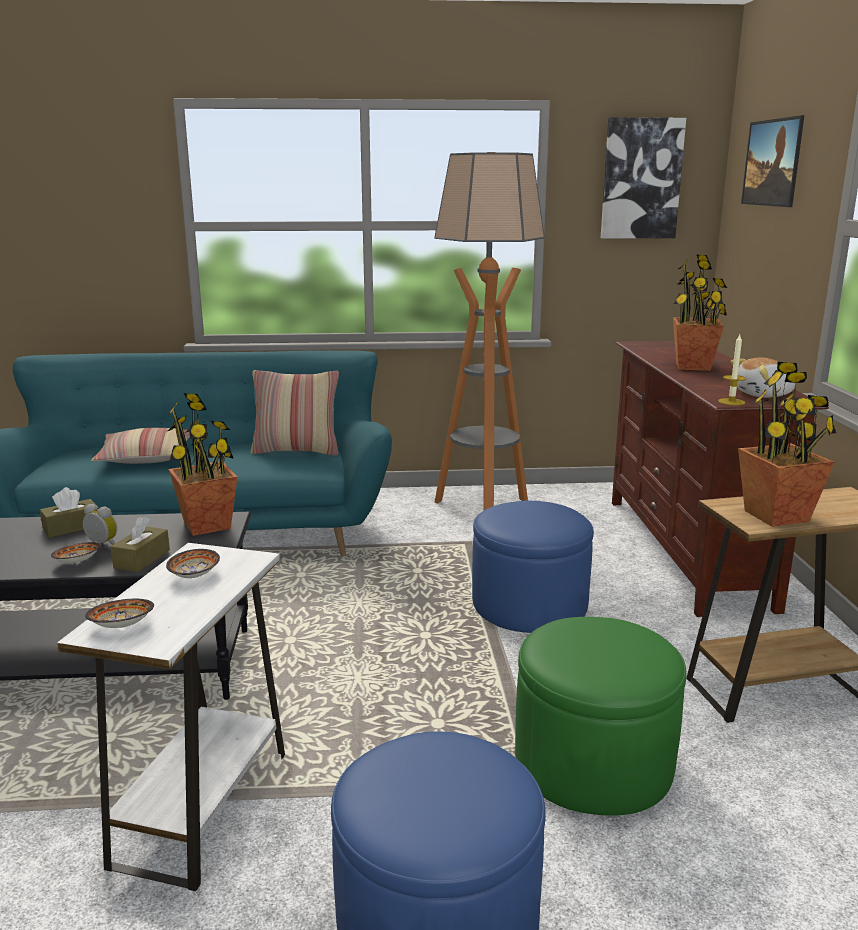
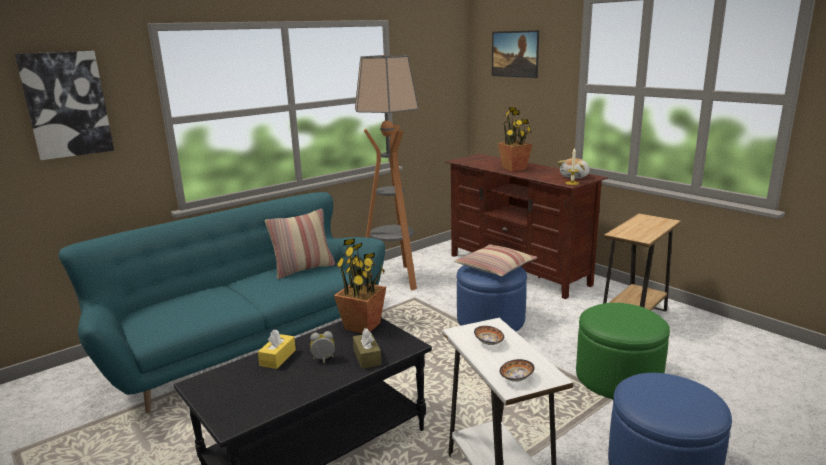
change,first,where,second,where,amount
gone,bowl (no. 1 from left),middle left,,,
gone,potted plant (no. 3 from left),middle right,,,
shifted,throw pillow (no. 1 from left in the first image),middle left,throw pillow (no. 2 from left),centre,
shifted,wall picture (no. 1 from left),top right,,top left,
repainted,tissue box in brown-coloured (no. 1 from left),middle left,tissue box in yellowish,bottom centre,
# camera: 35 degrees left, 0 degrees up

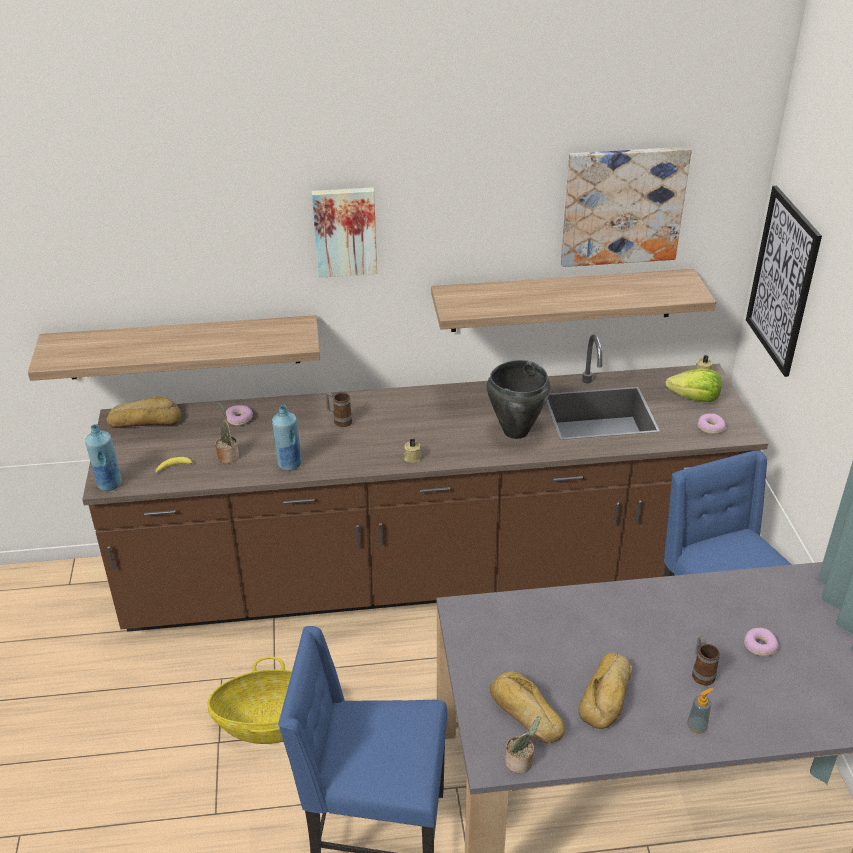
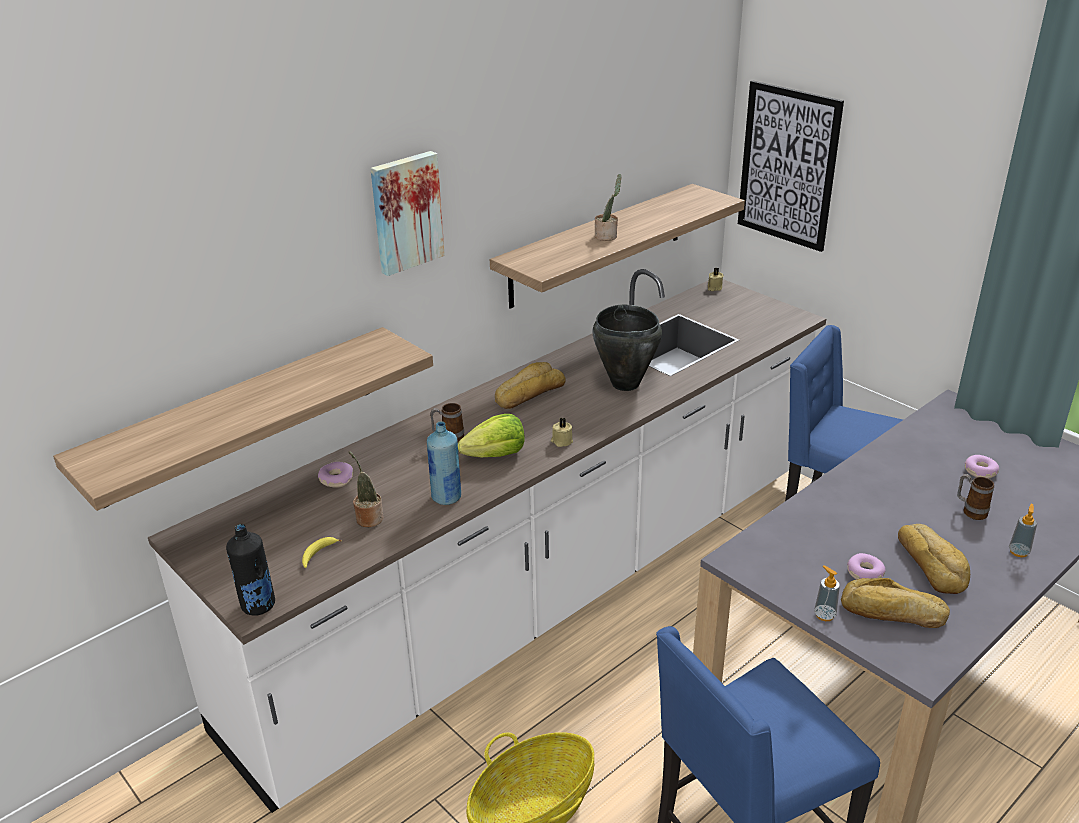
change,first,where,second,where,amount
gone,wall picture (no. 2 from left),top right,,,
new,,,soap bottle (no. 1 from left),bottom right,
shifted,bakery bread (no. 1 from left),middle left,,centre,
shifted,potted plant (no. 2 from left),bottom centre,,top centre,
shifted,lettuce,middle right,,centre,
shifted,doughnut (no. 2 from left),middle right,,bottom right,
repainted,counter in brown-coloured,centre,counter in whitish,centre,
repainted,bottle in bluish (no. 1 from left),middle left,bottle in black-coloured,bottom left,
# camera: 35 degrees left, 5 degrees down

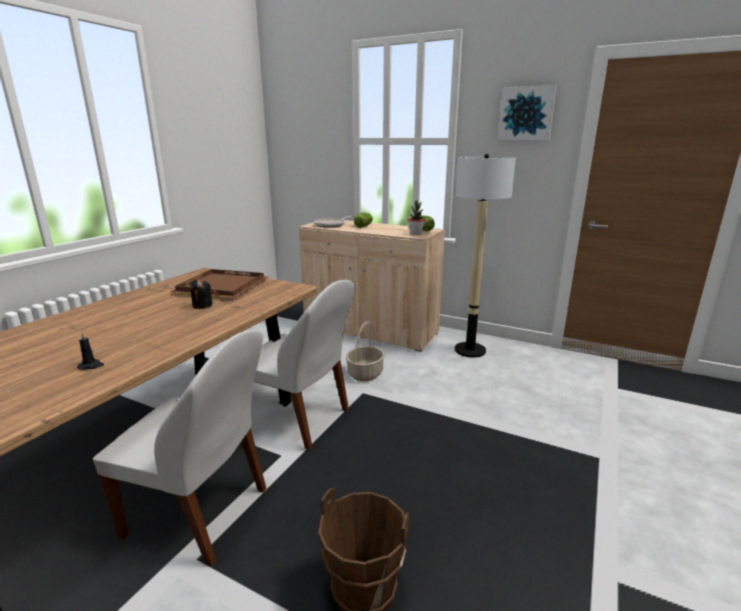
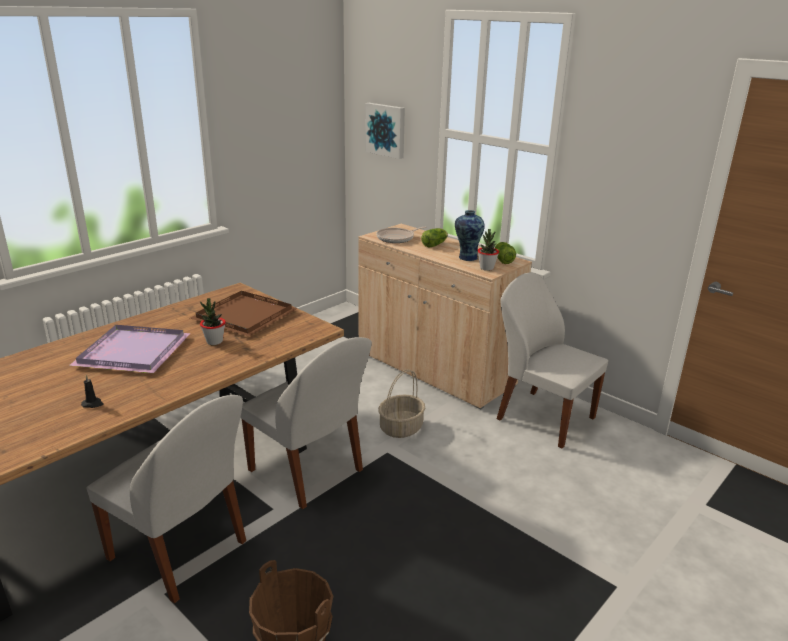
change,first,where,second,where,amount
new,,,tray in purplish,middle left,
new,,,decorative vase,centre,
shifted,wall picture,top right,,top centre,
swapped,wax light in black-coloured (no. 2 from left),middle left,potted plant (no. 1 from left),middle left,
swapped,standard lamp,centre,chair in whitish (no. 3 from left),middle right,
# camera: 15 degrees right, 5 degrees up

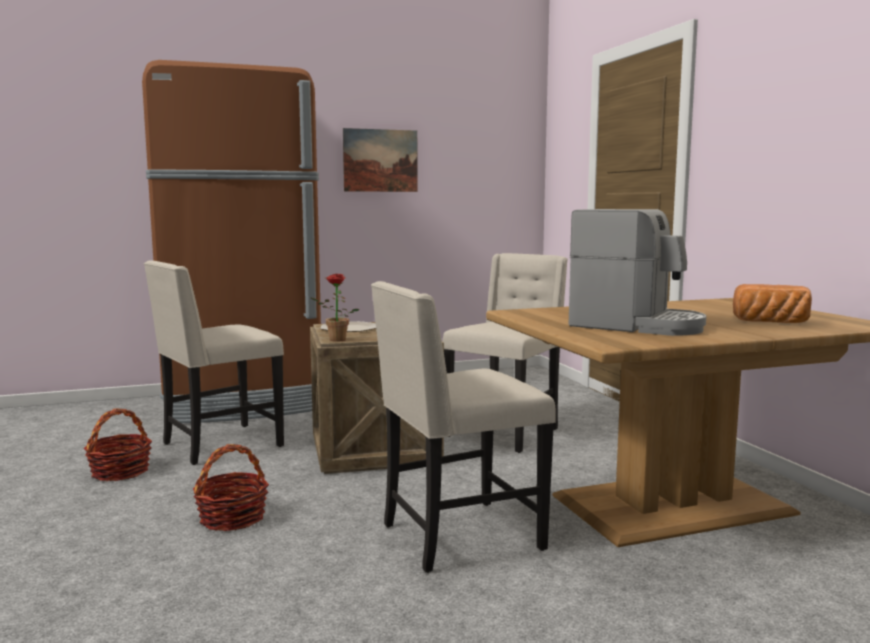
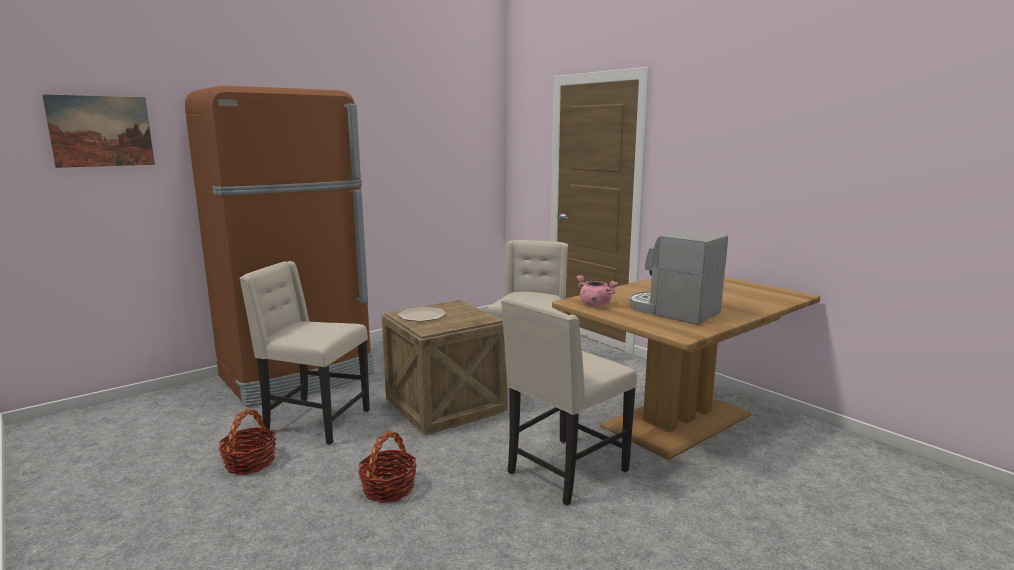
change,first,where,second,where,amount
gone,potted plant,centre,,,
gone,bakery bread,middle right,,,
new,,,saucepot in pink-coloured,centre,
shifted,wall picture,top centre,,top left,
rotated,chair in beige (no. 1 from left),middle left,,middle left,75 degrees clockwise
rotated,coffee maker,middle right,,middle right,150 degrees counterclockwise
# camera: 20 degrees left, 5 degrees up

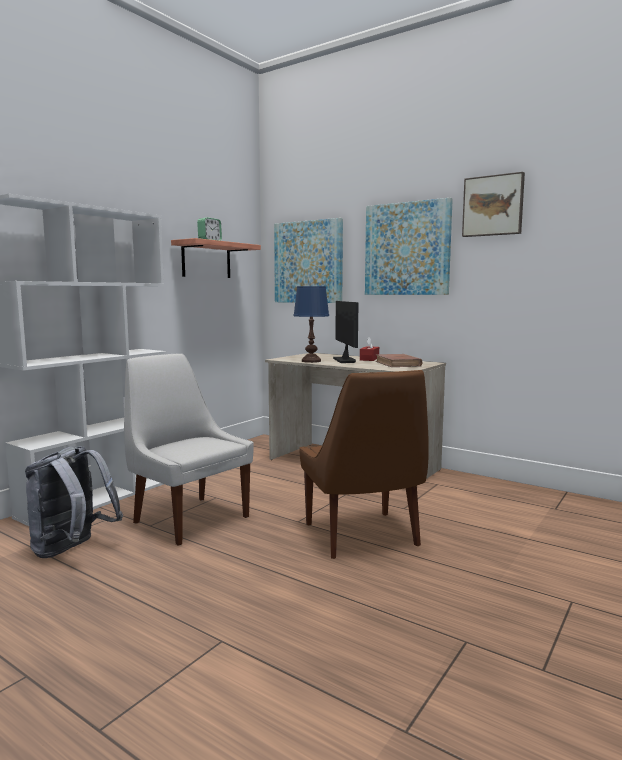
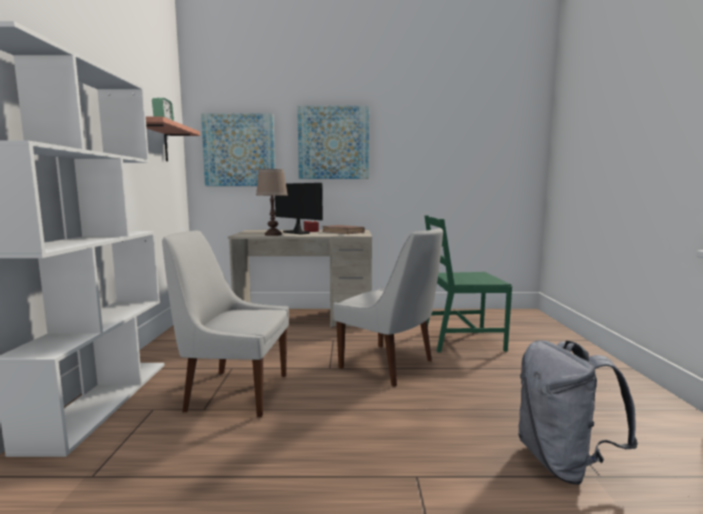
change,first,where,second,where,amount
gone,wall picture (no. 3 from left),top right,,,
new,,,chair in green-coloured,centre,
shifted,rucksack in grey,middle left,,bottom right,
repainted,lamp for a table in bluish,centre,lamp for a table in brown-coloured,centre,
repainted,chair in brown-coloured,centre,chair in whitish (no. 2 from left),centre,
# camera: 35 degrees left, 0 degrees up

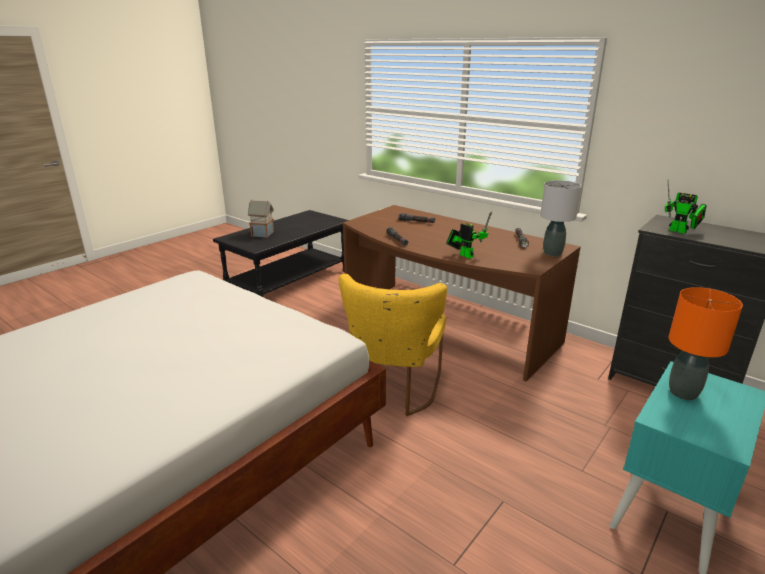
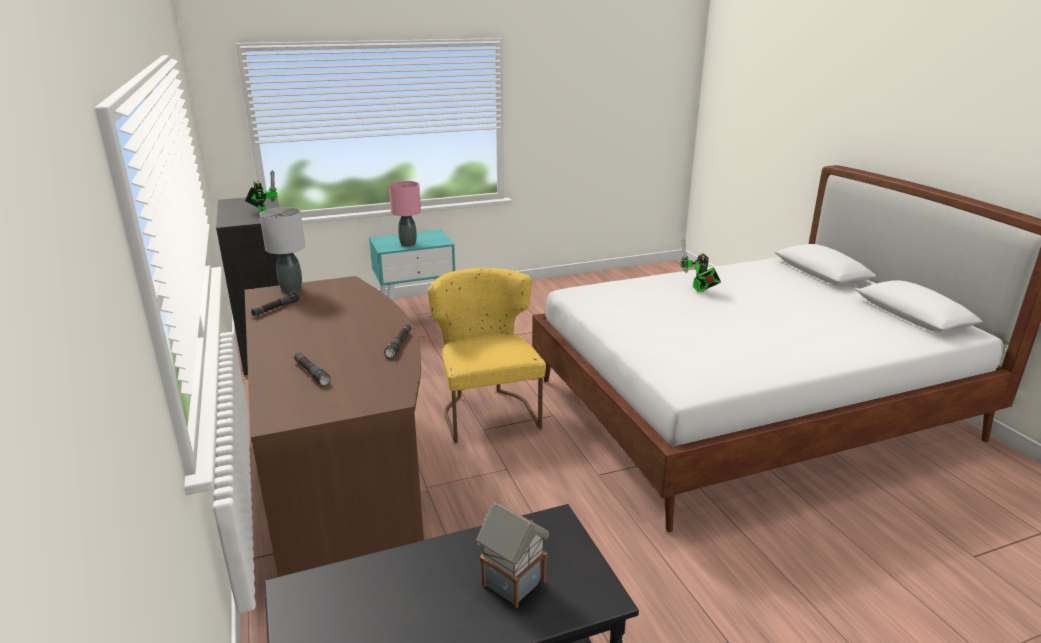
change,first,where,second,where,amount
shifted,toy robot (no. 1 from left in the first image),centre,toy robot (no. 2 from left),middle right,
repainted,lamp for a table in orange,middle right,lamp for a table in pink-coloured,top centre,
rotated,chair in yellowish,centre,,centre,60 degrees counterclockwise
# camera: 150 degrees left, 0 degrees up

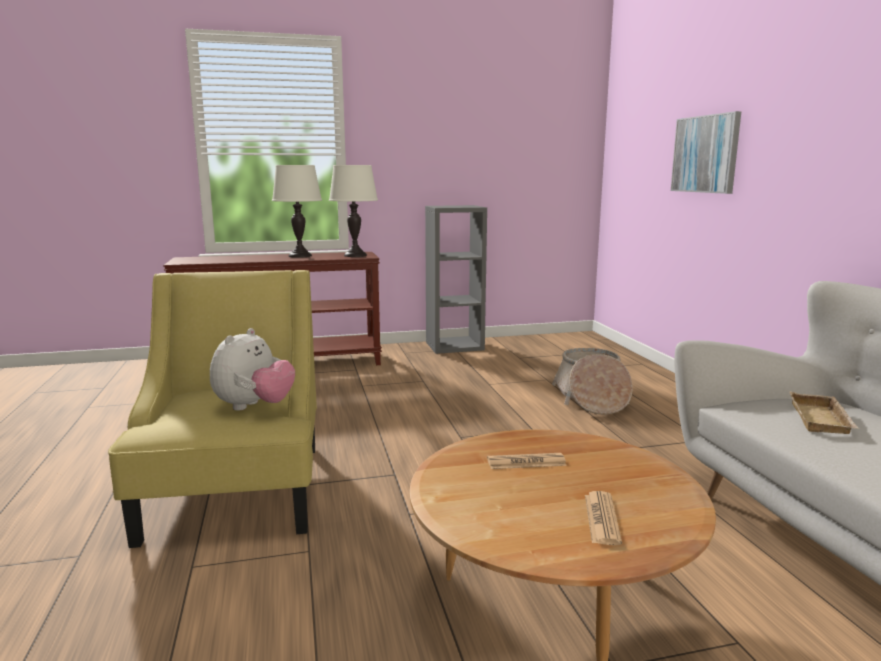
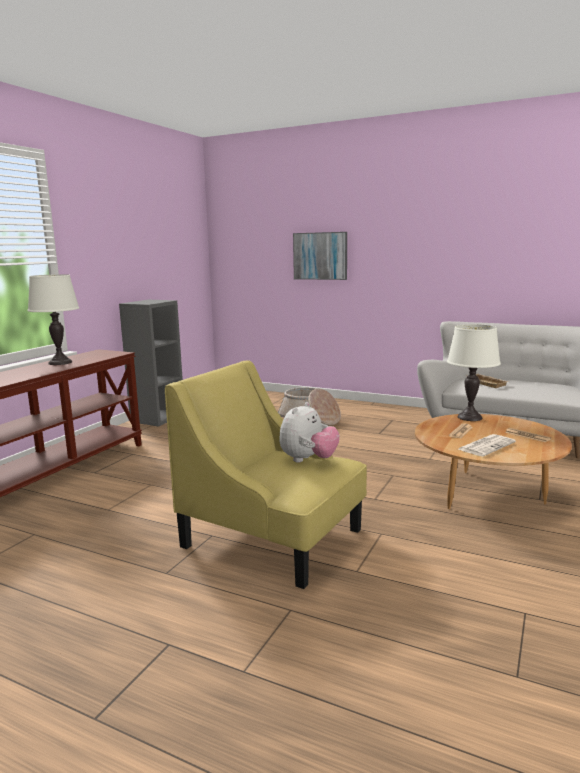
change,first,where,second,where,amount
new,,,printed paper (no. 2 from left),middle right,
shifted,lamp for a table in whitish (no. 2 from left),top centre,,middle right,
rotated,plush toy,middle left,,centre,60 degrees clockwise
# camera: 50 degrees left, 0 degrees up

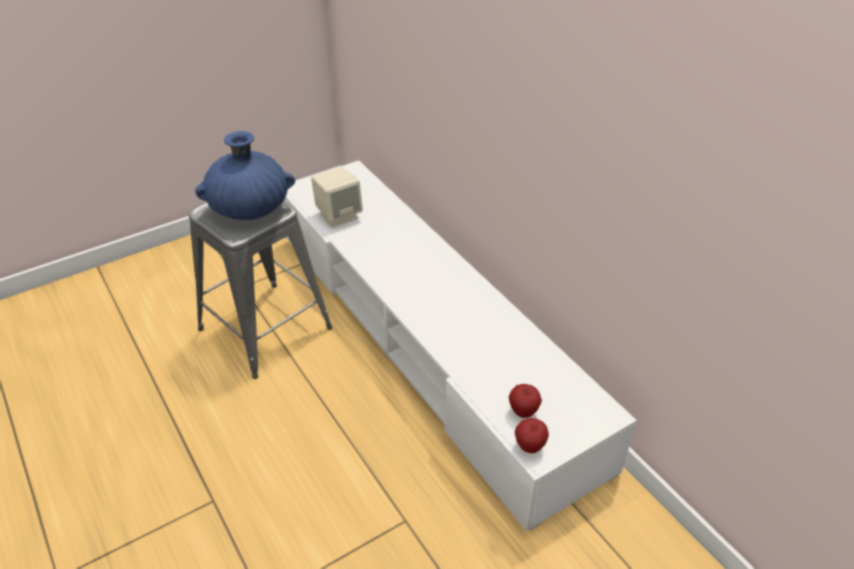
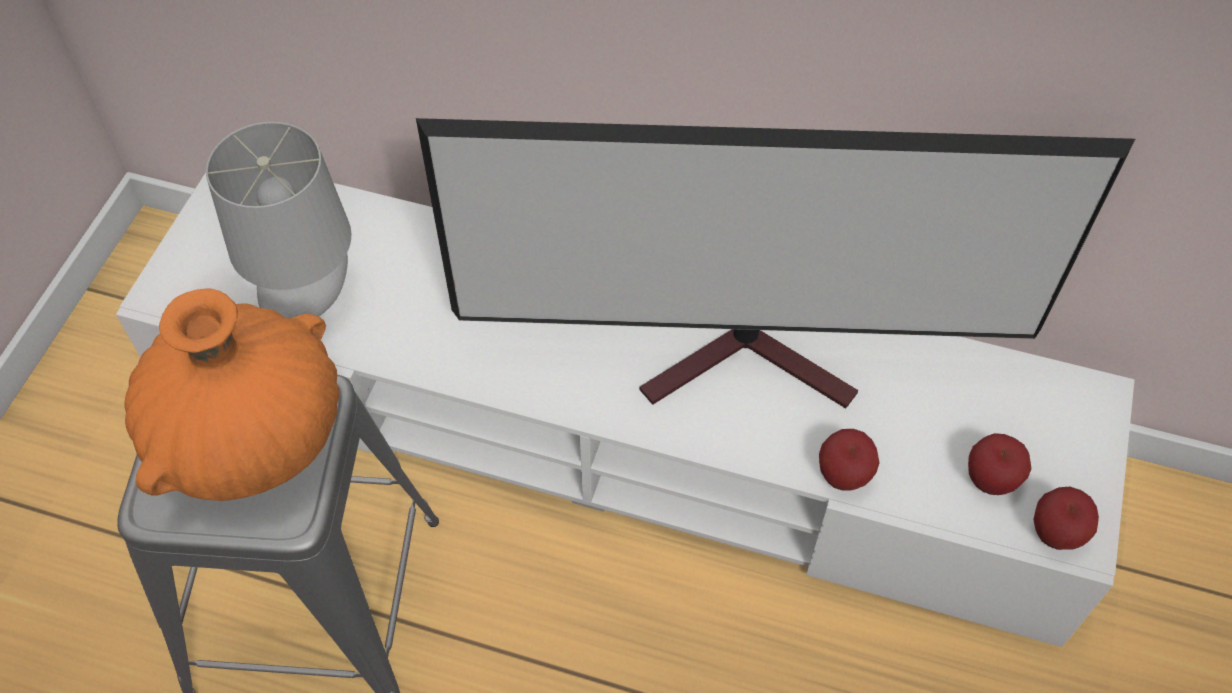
change,first,where,second,where,amount
new,,,television,centre,
new,,,apple fruit (no. 1 from left),middle right,
swapped,audio speaker in beige,centre,lamp for a table in grey,top left,
repainted,decorative vase in bluish,top left,decorative vase in orange,middle left,
# camera: 40 degrees left, 15 degrees up

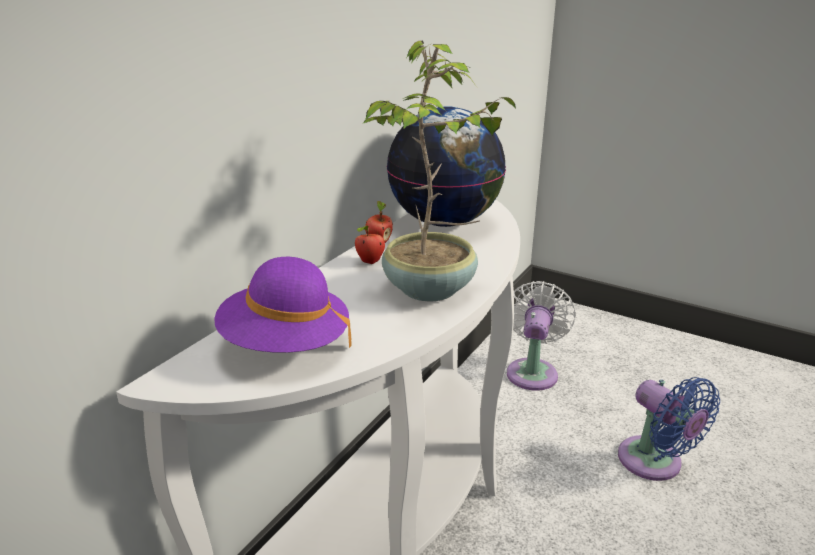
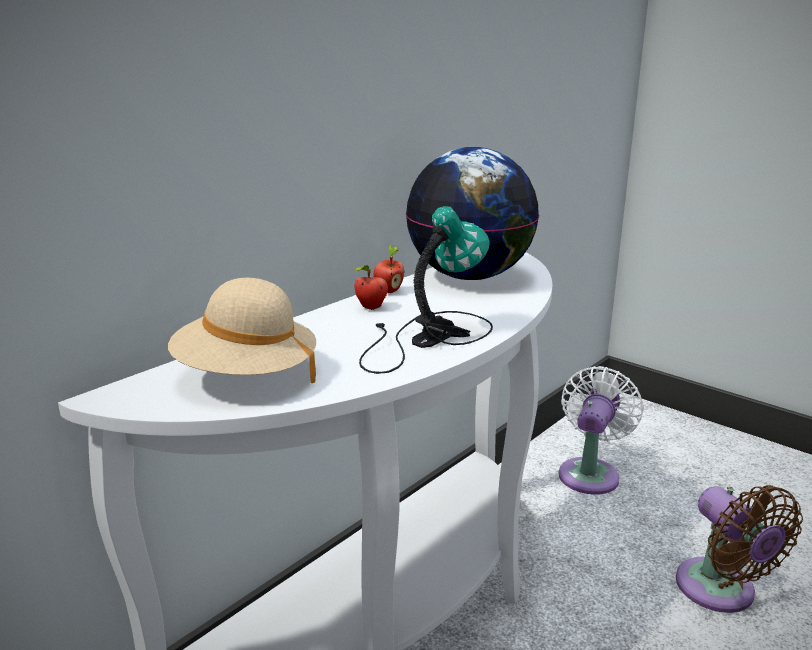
change,first,where,second,where,amount
swapped,potted plant,top centre,lamp for a table,centre,
repainted,clothing hat in purplish,centre,clothing hat in beige,middle left,
repainted,electric fan in bluish,bottom right,electric fan in brown-coloured,bottom right,
# camera: 10 degrees right, 5 degrees down

